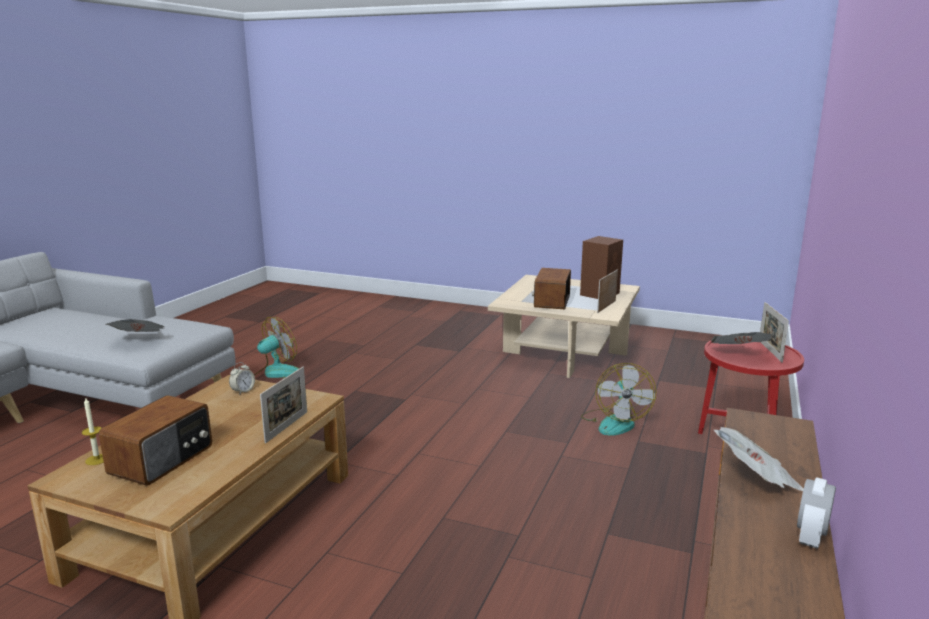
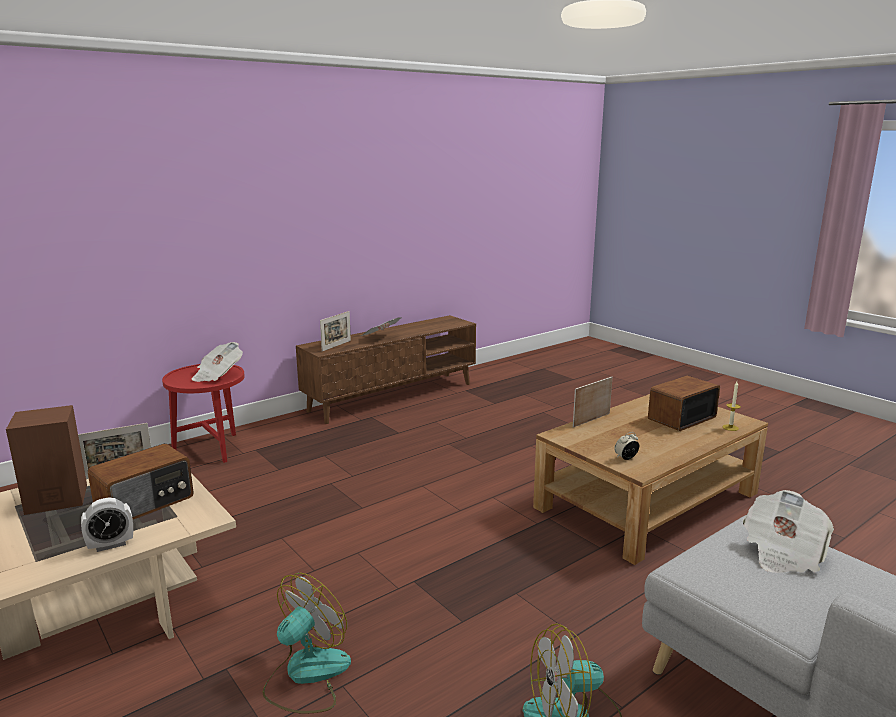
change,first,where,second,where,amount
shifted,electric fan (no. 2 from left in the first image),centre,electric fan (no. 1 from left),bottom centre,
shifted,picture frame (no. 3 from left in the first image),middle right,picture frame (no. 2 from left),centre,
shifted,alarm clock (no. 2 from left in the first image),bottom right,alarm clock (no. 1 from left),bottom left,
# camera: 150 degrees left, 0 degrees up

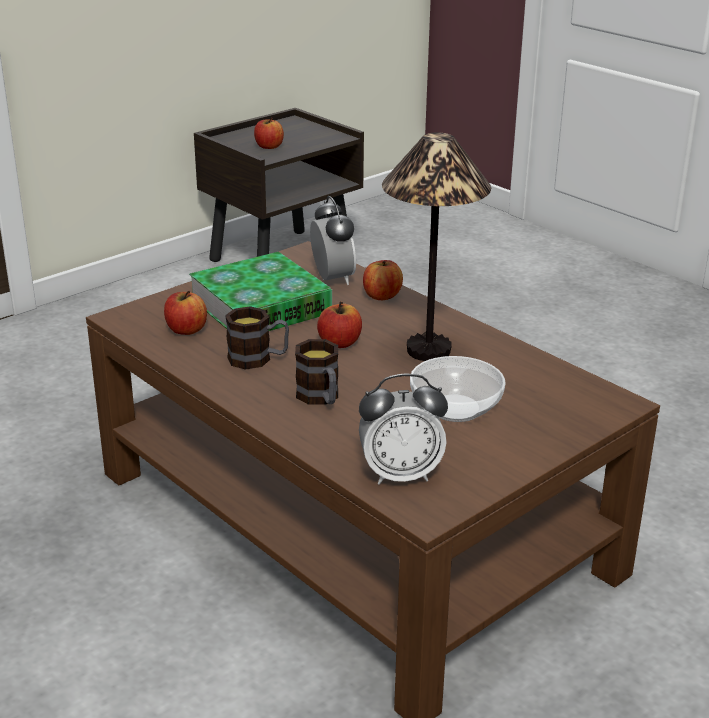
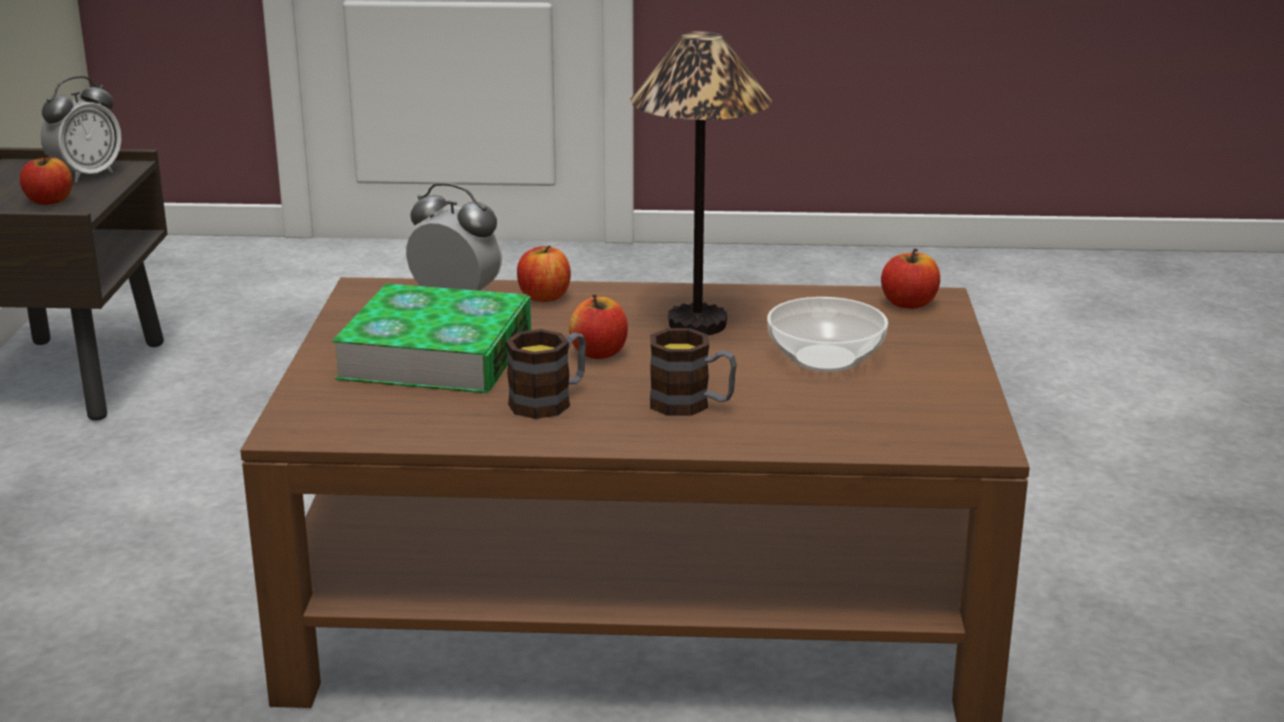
change,first,where,second,where,amount
shifted,apple fruit (no. 1 from left in the first image),middle left,apple fruit (no. 4 from left),middle right,
shifted,alarm clock (no. 2 from left in the first image),centre,alarm clock (no. 1 from left),top left,
# camera: 45 degrees left, 5 degrees down

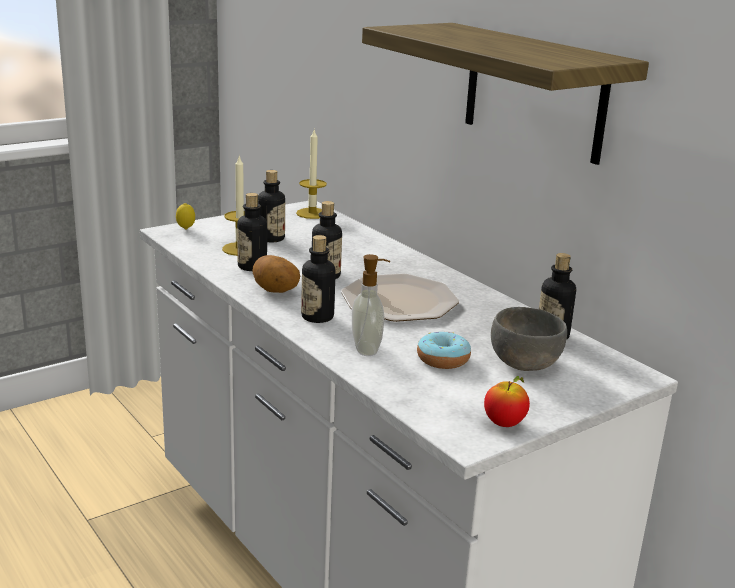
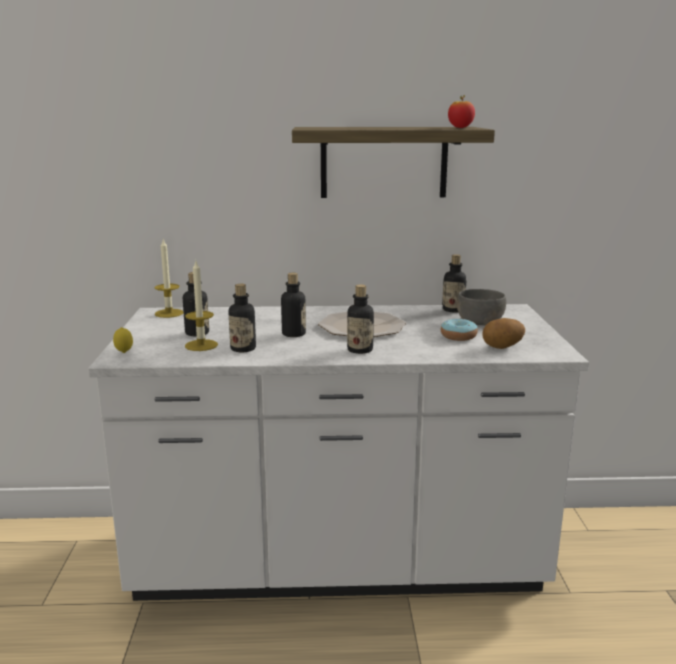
change,first,where,second,where,amount
gone,soap bottle,centre,,,
shifted,spud,centre,,middle right,
shifted,apple fruit,bottom right,,top right,
# camera: 55 degrees left, 5 degrees down

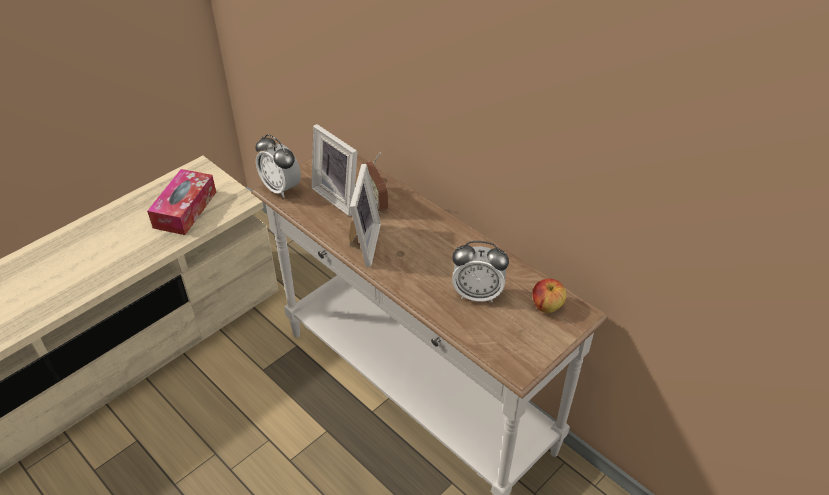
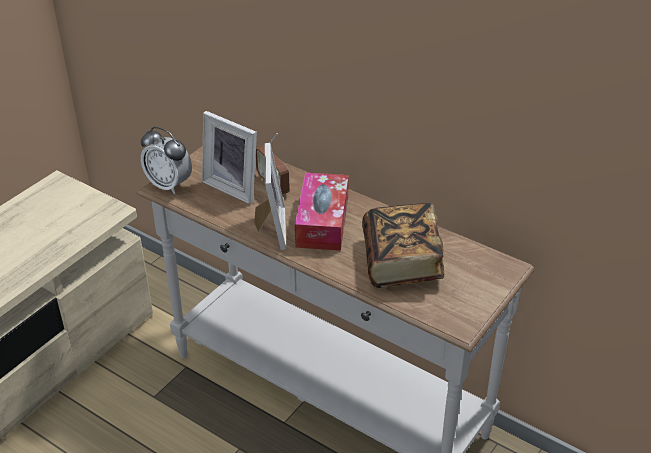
change,first,where,second,where,amount
gone,apple fruit,centre,,,
shifted,tissue box,middle left,,centre,
swapped,alarm clock (no. 2 from left),centre,book,centre,
# camera: 10 degrees left, 5 degrees down

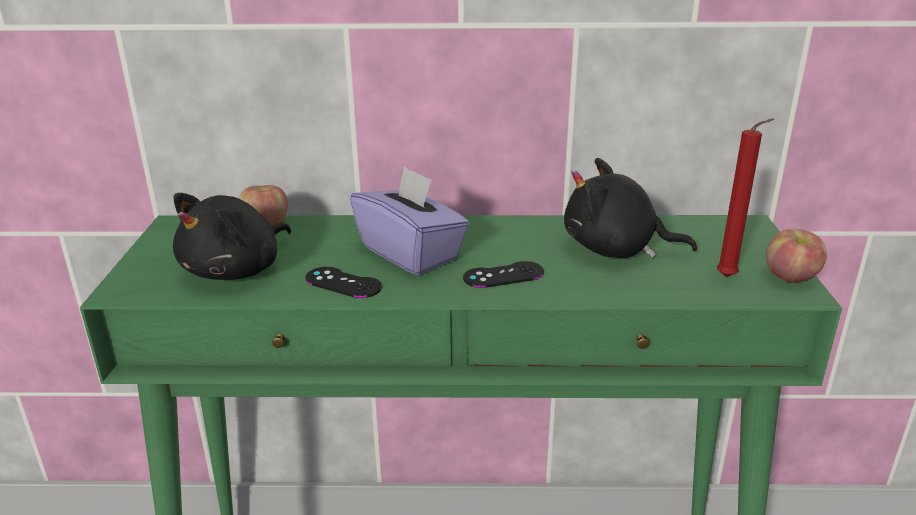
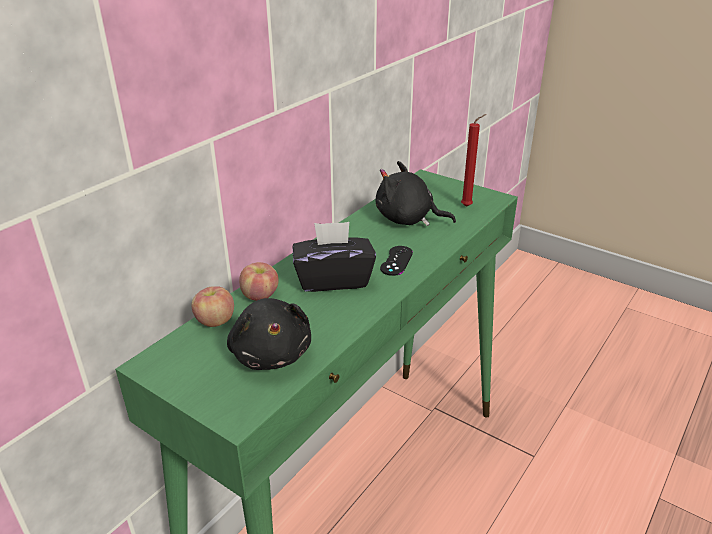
change,first,where,second,where,amount
gone,joypad in black-coloured (no. 1 from left),centre,,,
shifted,apple fruit (no. 2 from left),middle right,,centre,
repainted,tissue box in purplish,centre,tissue box in black-coloured,centre,
rotated,plush toy in black-coloured (no. 2 from left),middle right,,centre,60 degrees clockwise
# camera: 55 degrees left, 5 degrees up

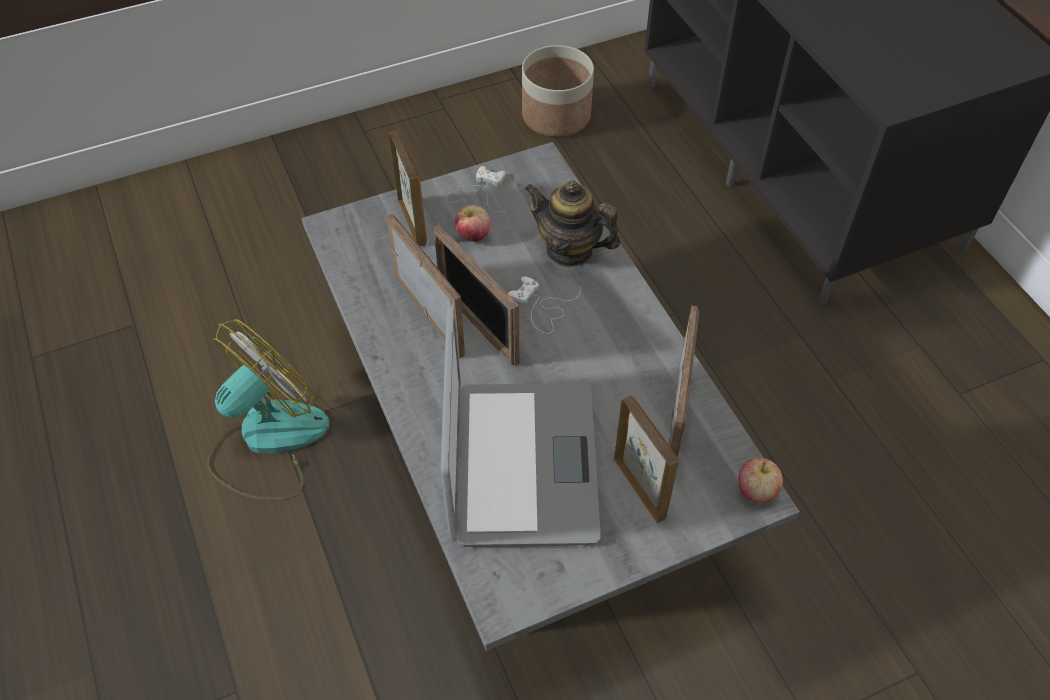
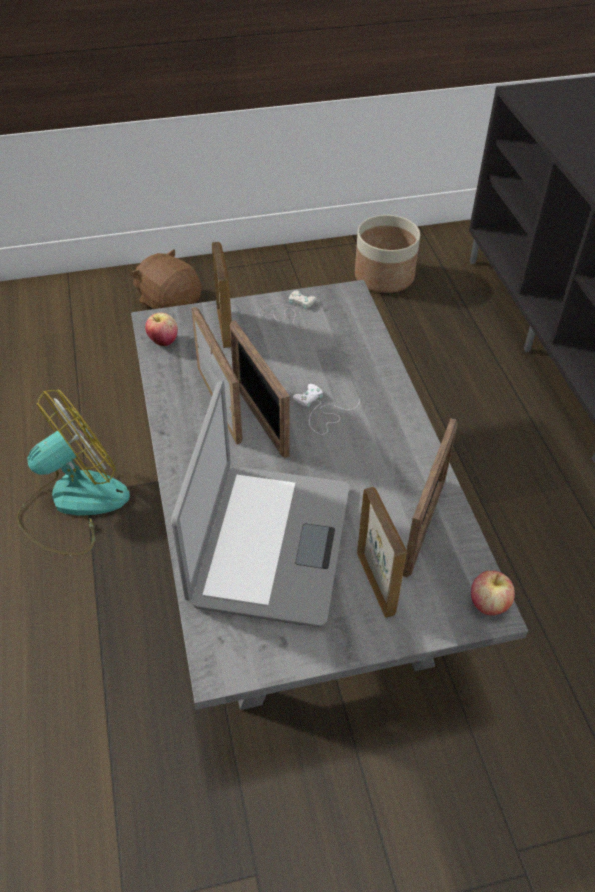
change,first,where,second,where,amount
gone,tea pot,top centre,,,
new,,,plush toy in brown-coloured,top left,
shifted,apple fruit (no. 1 from left),top centre,,middle left,
# camera: 10 degrees right, 5 degrees down

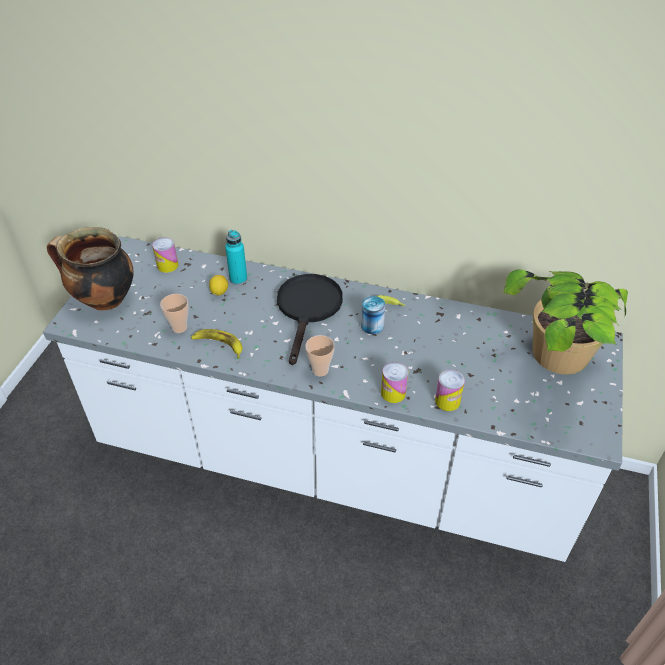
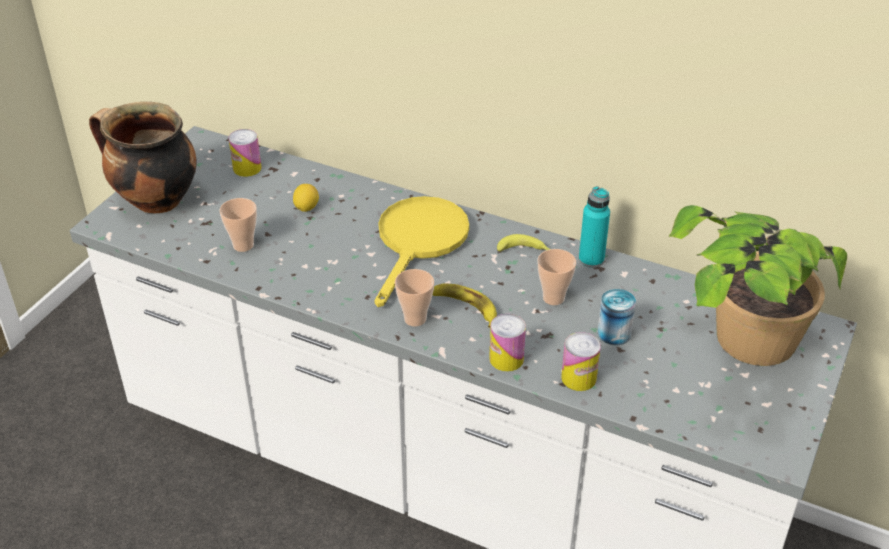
change,first,where,second,where,amount
new,,,small cup (no. 3 from left),centre,
shifted,banana fruit (no. 1 from left),middle left,,centre,
shifted,bottle in turquoise-coloured,centre,,middle right,
shifted,sealed can (no. 2 from left in the first image),centre,sealed can (no. 4 from left),middle right,
repainted,frying pan in black-coloured,centre,frying pan in yellowish,centre,
# camera: 10 degrees right, 5 degrees down

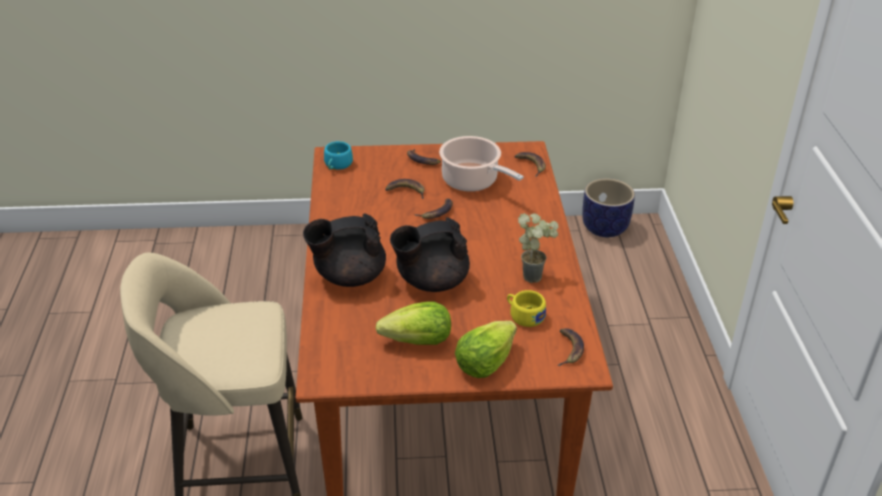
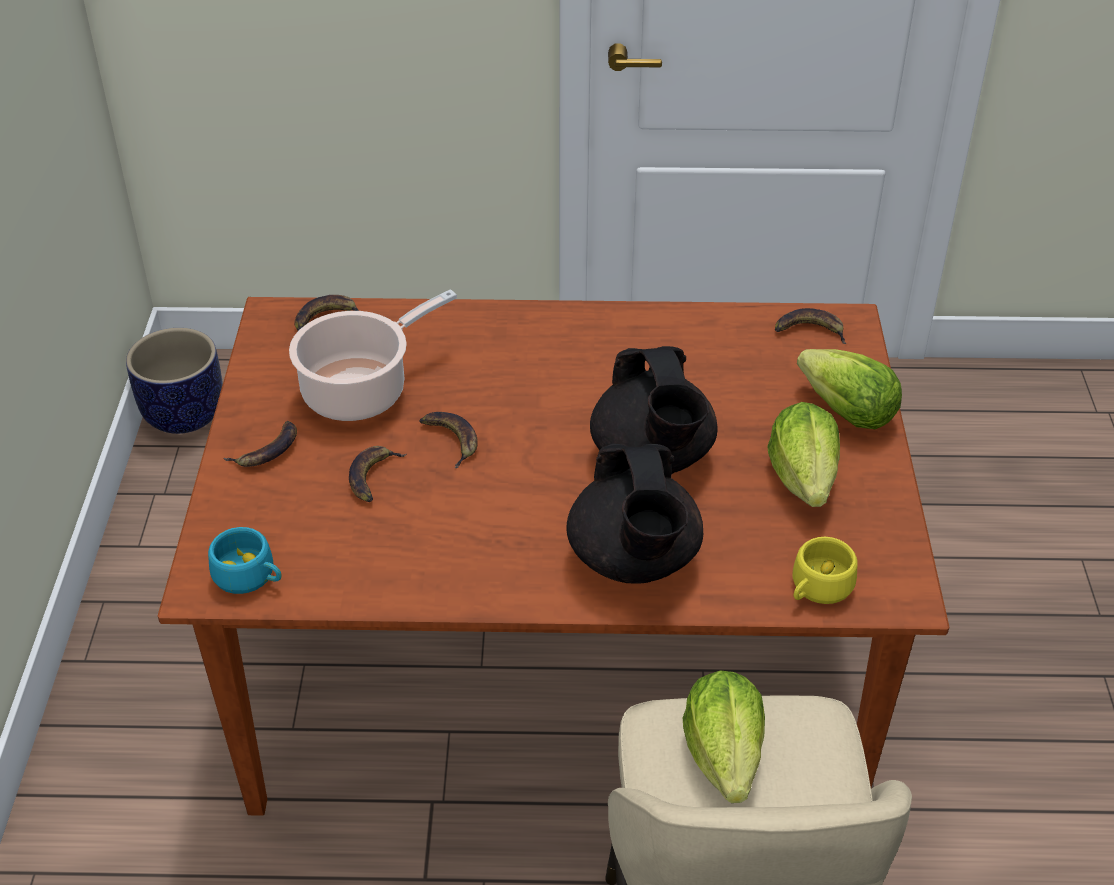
change,first,where,second,where,amount
gone,potted plant,centre,,,
new,,,lettuce (no. 1 from left),bottom centre,
shifted,small cup in yellowish,centre,,middle right,
# camera: 85 degrees left, 5 degrees up

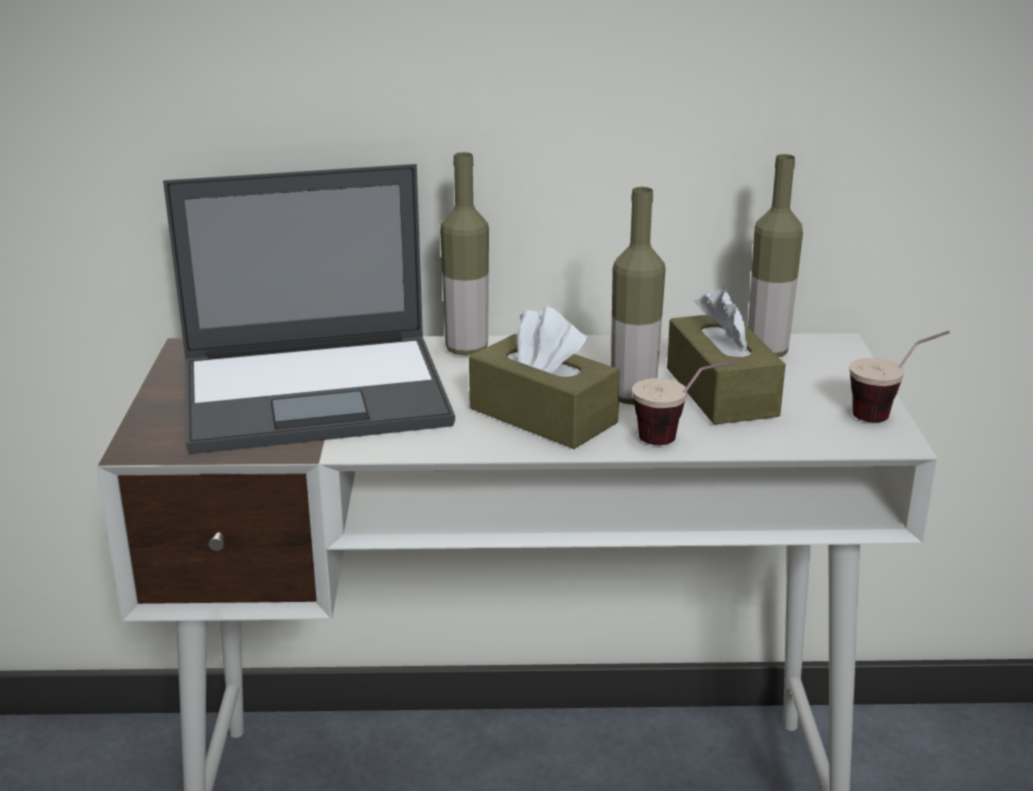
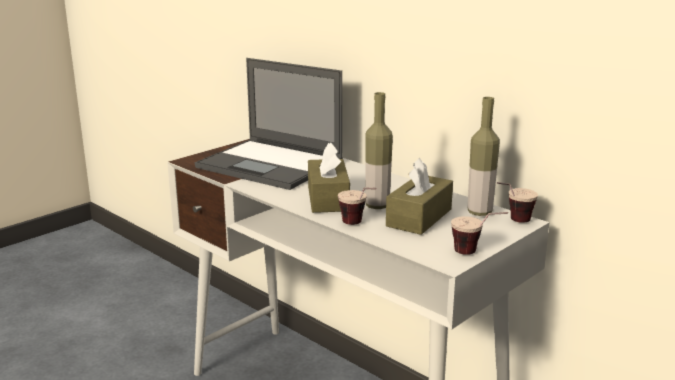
change,first,where,second,where,amount
gone,bottle (no. 1 from left),top centre,,,
new,,,small cup (no. 3 from left),middle right,
# camera: 45 degrees right, 5 degrees down

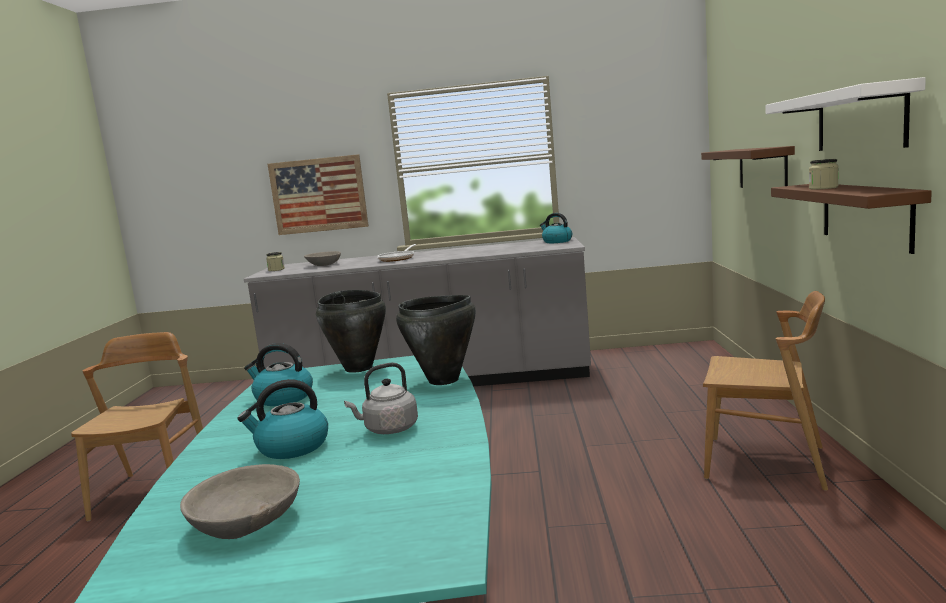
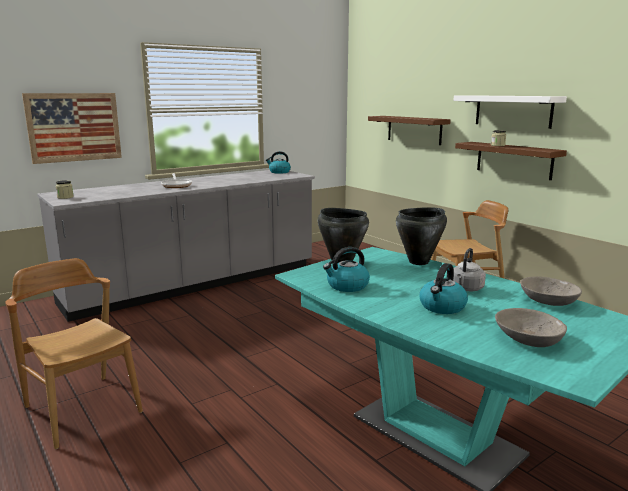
change,first,where,second,where,amount
shifted,bowl in grey (no. 2 from left),centre,,middle right,
# camera: 40 degrees left, 5 degrees up

